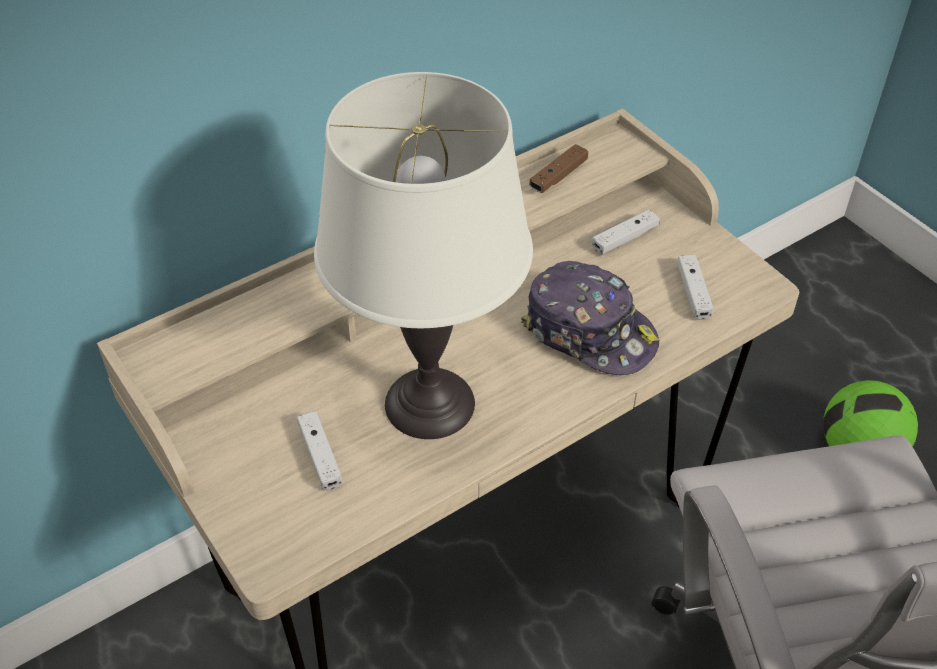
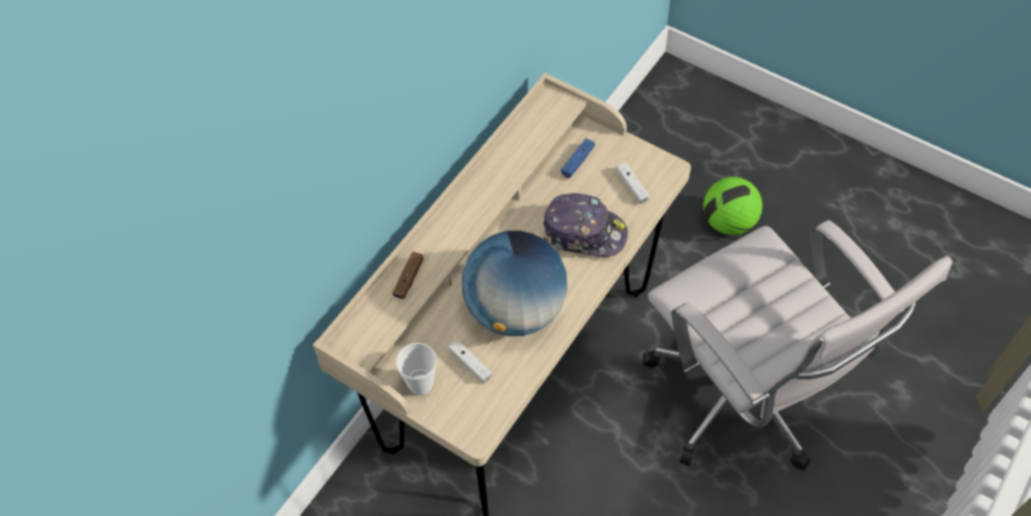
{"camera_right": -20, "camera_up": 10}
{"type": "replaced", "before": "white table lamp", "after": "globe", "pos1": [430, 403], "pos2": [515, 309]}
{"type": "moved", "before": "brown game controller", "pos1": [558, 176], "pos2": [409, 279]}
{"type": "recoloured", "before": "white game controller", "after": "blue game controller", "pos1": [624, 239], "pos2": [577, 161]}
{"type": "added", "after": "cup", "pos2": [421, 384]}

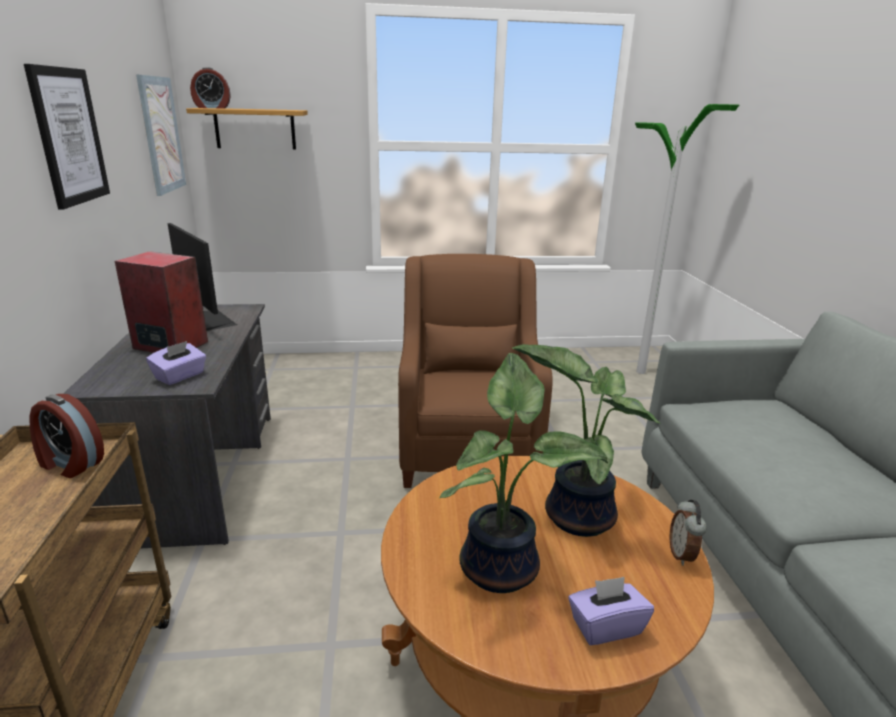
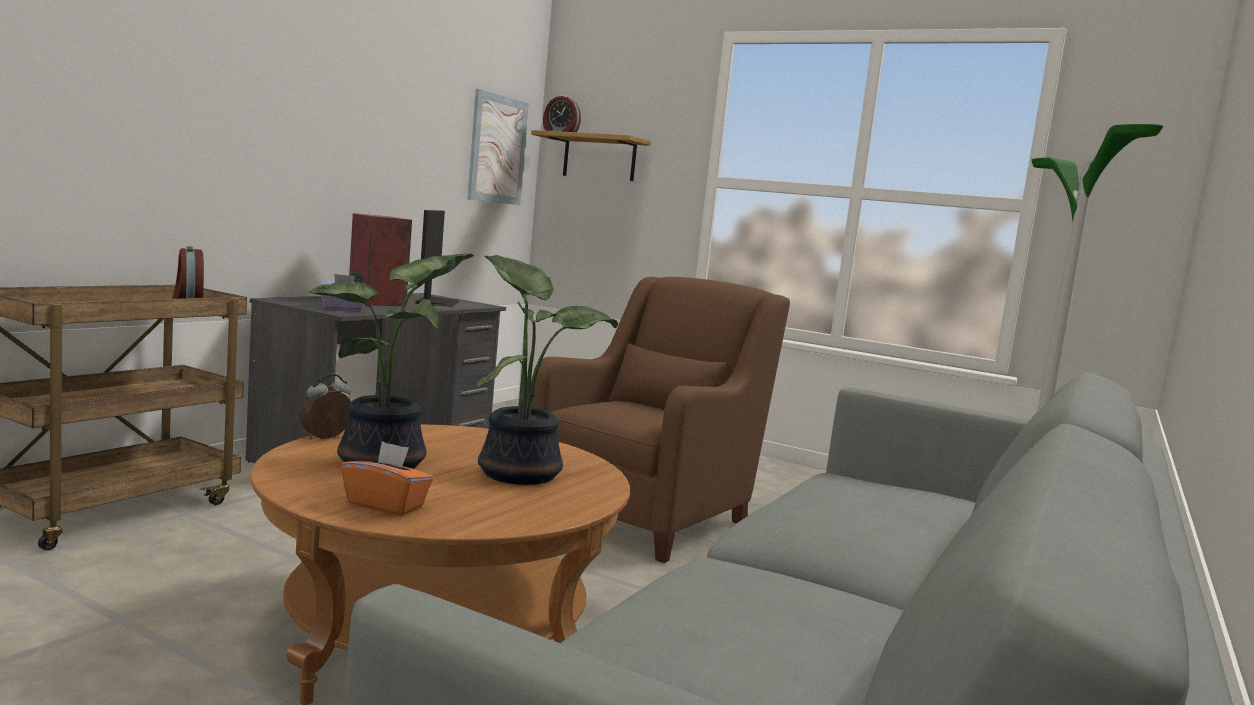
{"camera_right": 35, "camera_up": -15}
{"type": "removed", "before": "picture", "pos1": [69, 136]}
{"type": "moved", "before": "alarm clock", "pos1": [682, 555], "pos2": [326, 438]}
{"type": "recoloured", "before": "purple tissue box", "after": "orange tissue box", "pos1": [605, 626], "pos2": [386, 505]}

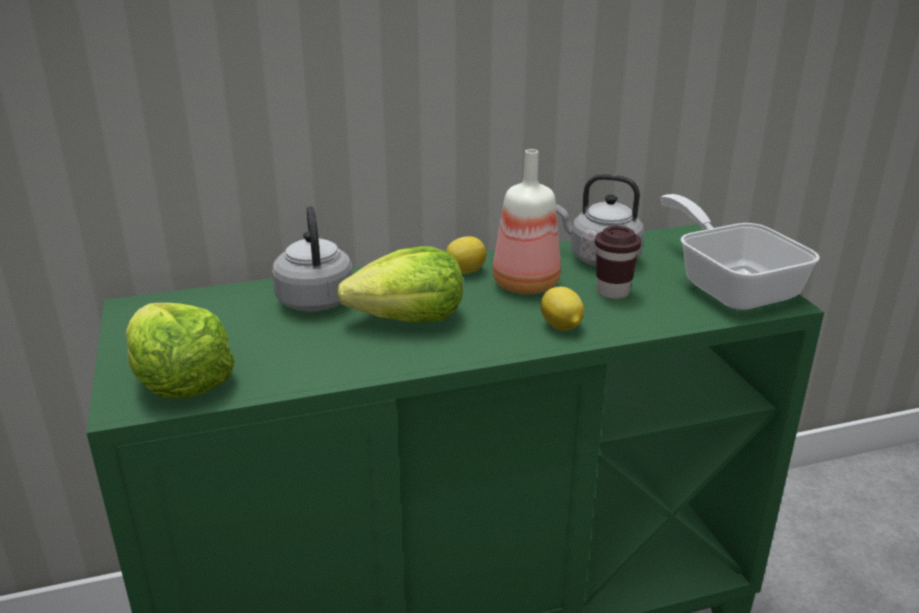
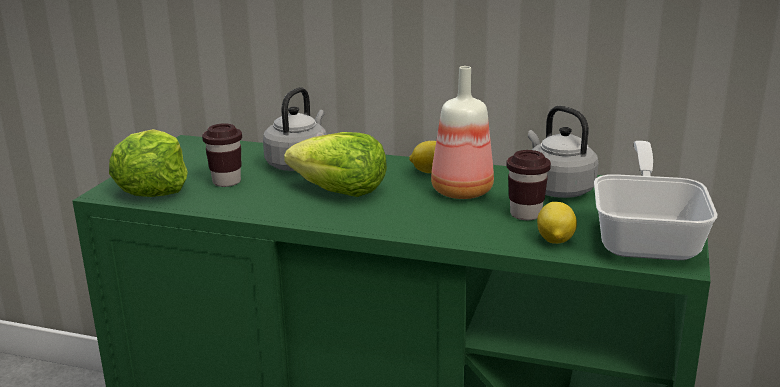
{"camera_right": 35, "camera_up": -5}
{"type": "moved", "before": "lemon", "pos1": [561, 327], "pos2": [555, 241]}
{"type": "added", "after": "brown cup", "pos2": [226, 182]}

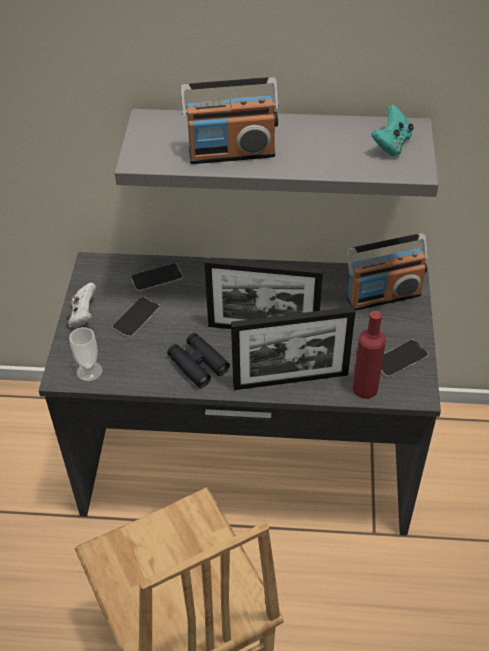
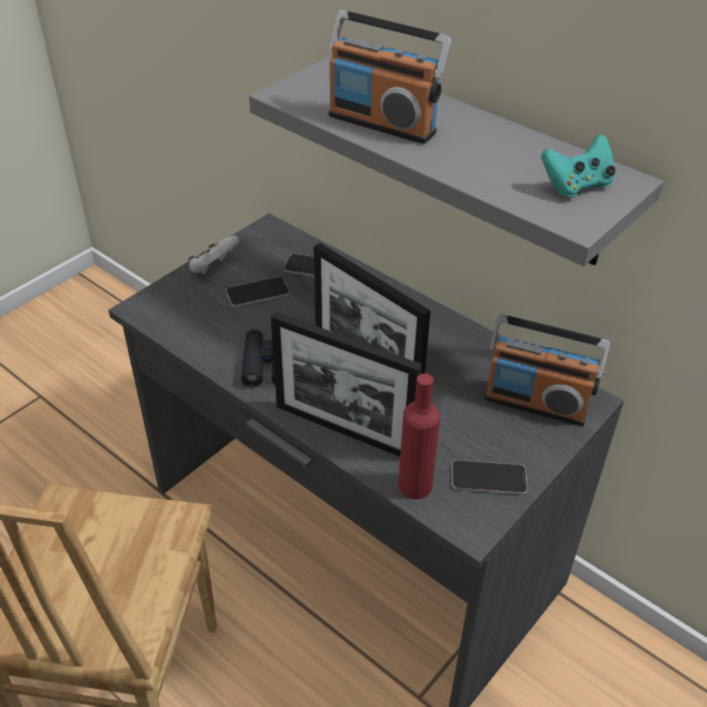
{"camera_right": 35, "camera_up": -5}
{"type": "removed", "before": "cup", "pos1": [89, 371]}

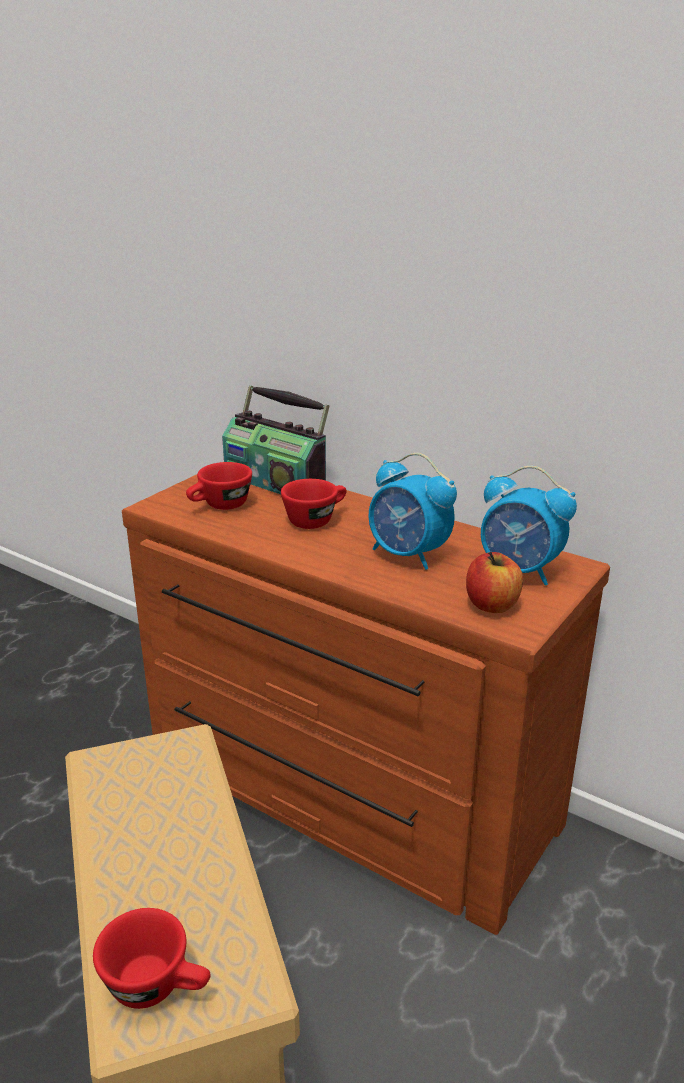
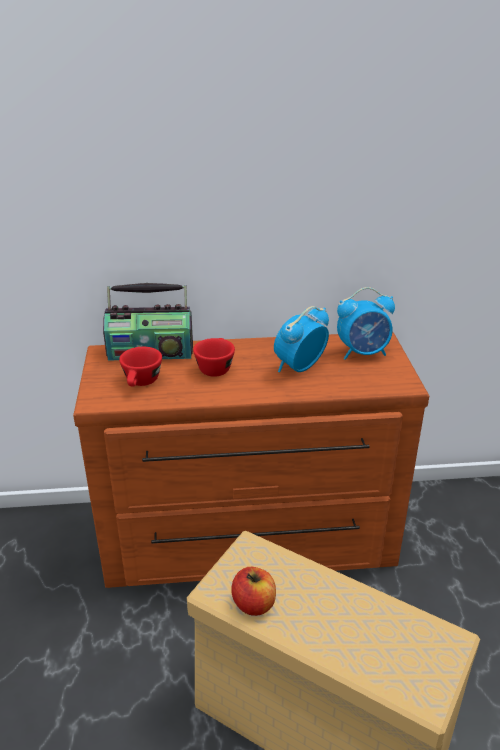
{"camera_right": -40, "camera_up": 5}
{"type": "turned", "before": "alarm clock", "pos1": [408, 555], "pos2": [299, 367], "turn": 135}
{"type": "moved", "before": "apple", "pos1": [492, 605], "pos2": [254, 604]}
{"type": "removed", "before": "red cup", "pos1": [158, 985]}

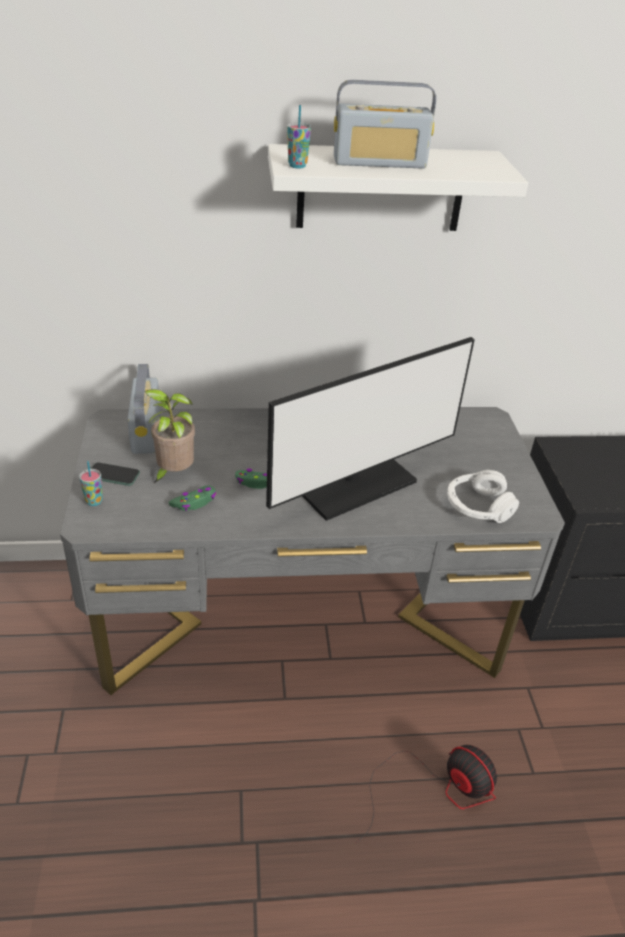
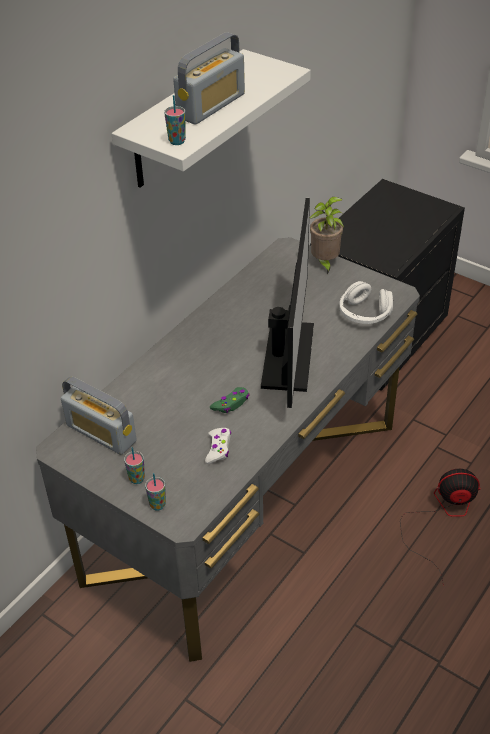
{"camera_right": -45, "camera_up": 5}
{"type": "moved", "before": "potted plant", "pos1": [173, 473], "pos2": [324, 263]}
{"type": "replaced", "before": "phone", "after": "cup", "pos1": [113, 475], "pos2": [137, 479]}
{"type": "recoloured", "before": "green game controller", "after": "white game controller", "pos1": [194, 502], "pos2": [218, 448]}

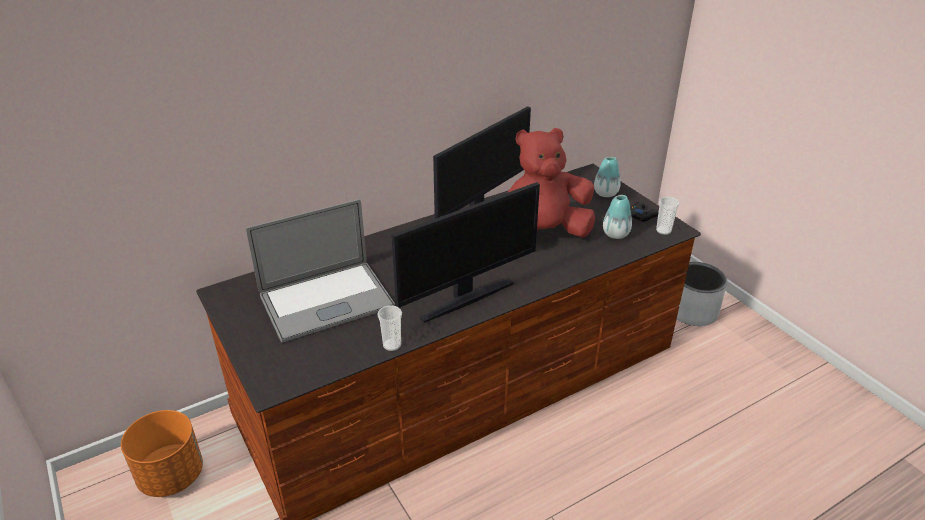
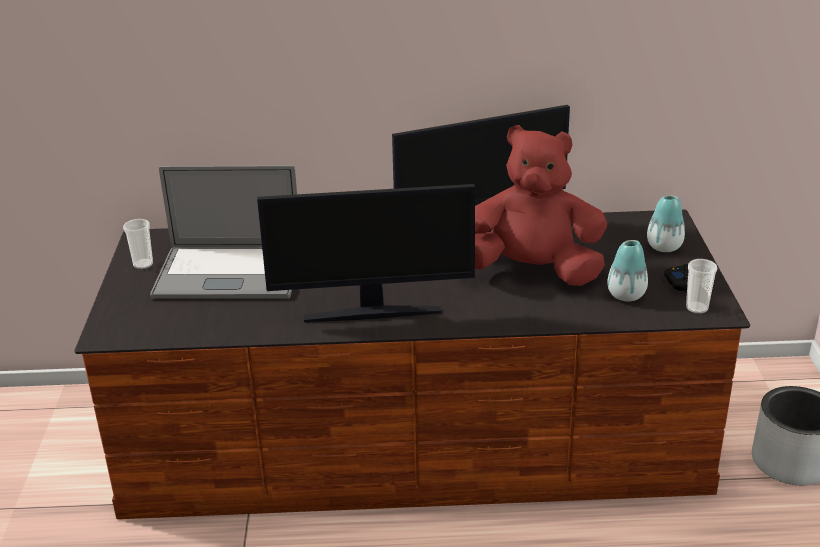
{"camera_right": 30, "camera_up": -5}
{"type": "moved", "before": "cup", "pos1": [392, 345], "pos2": [143, 264]}
{"type": "removed", "before": "orange planter", "pos1": [171, 475]}

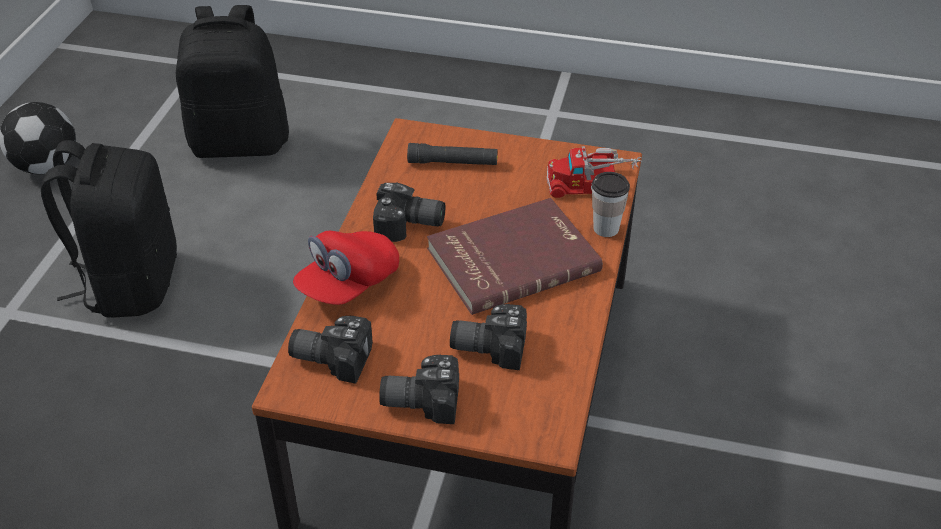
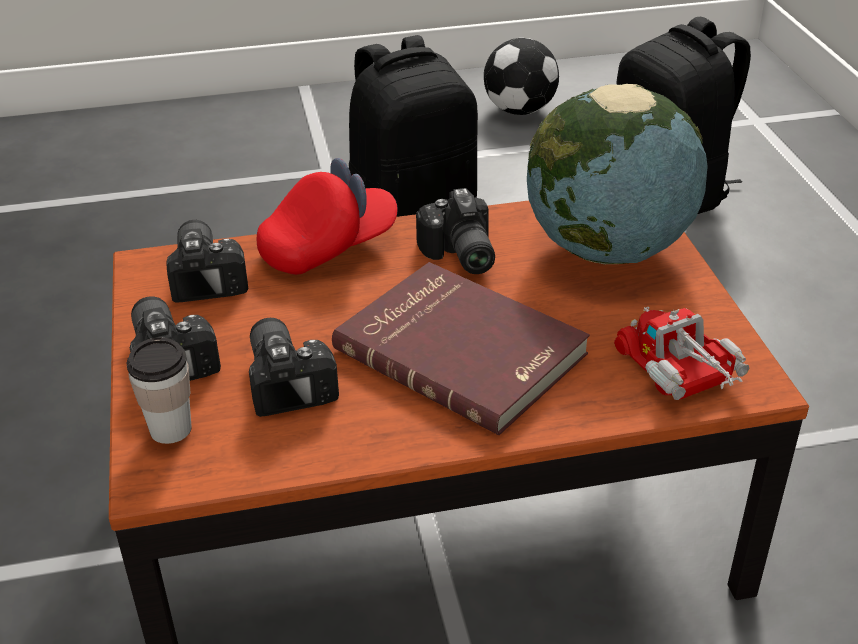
{"camera_right": 65, "camera_up": -5}
{"type": "replaced", "before": "black flashlight", "after": "globe", "pos1": [453, 162], "pos2": [607, 249]}
{"type": "moved", "before": "cup", "pos1": [606, 228], "pos2": [170, 429]}
{"type": "turned", "before": "red cap", "pos1": [348, 284], "pos2": [329, 247], "turn": 135}

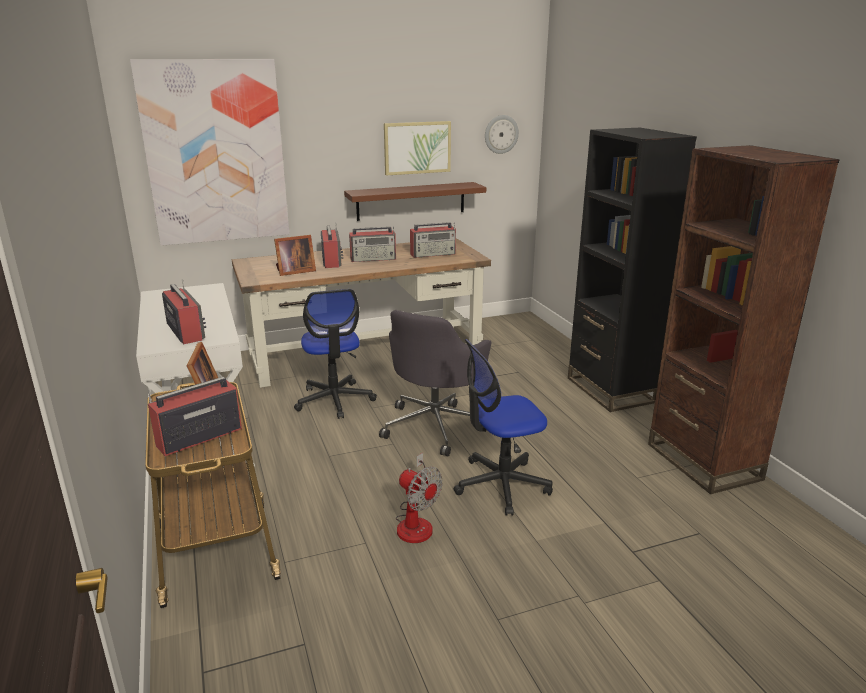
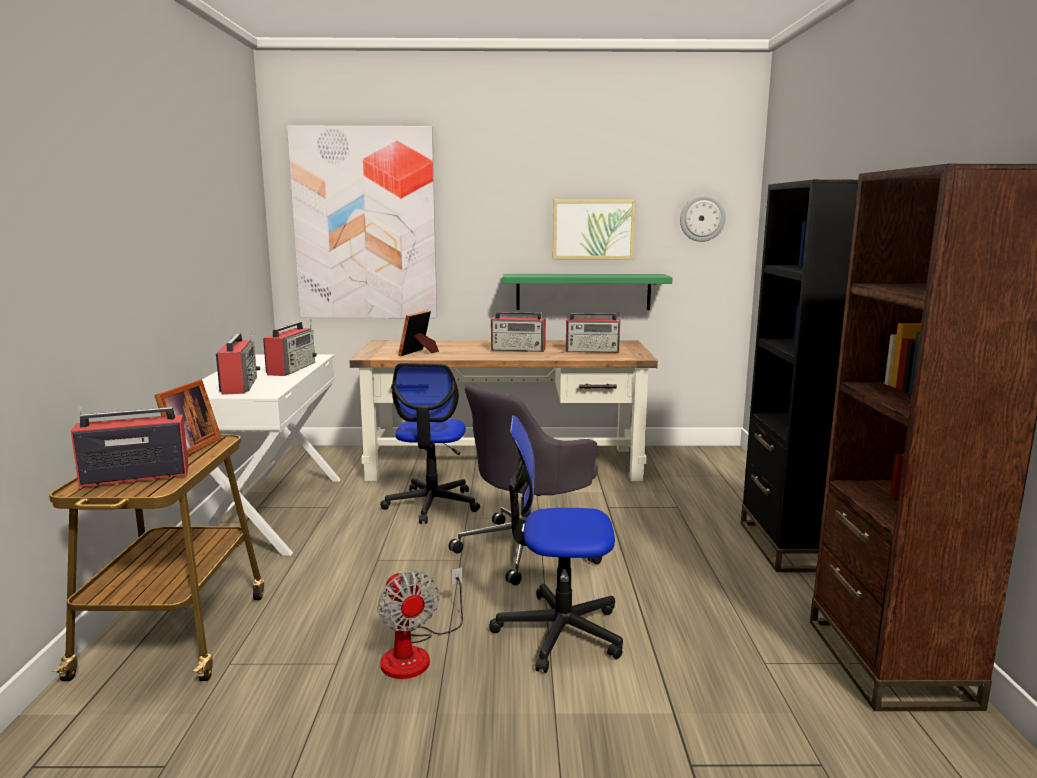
{"camera_right": 20, "camera_up": -10}
{"type": "recoloured", "before": "brown shelf", "after": "green shelf", "pos1": [411, 201], "pos2": [583, 291]}
{"type": "moved", "before": "radio", "pos1": [331, 261], "pos2": [292, 369]}
{"type": "turned", "before": "picture frame", "pos1": [294, 271], "pos2": [419, 353], "turn": 120}

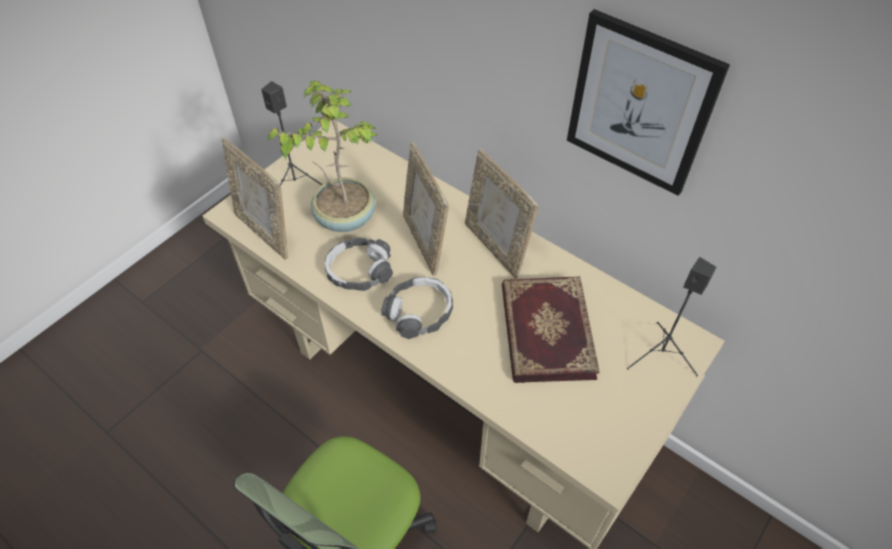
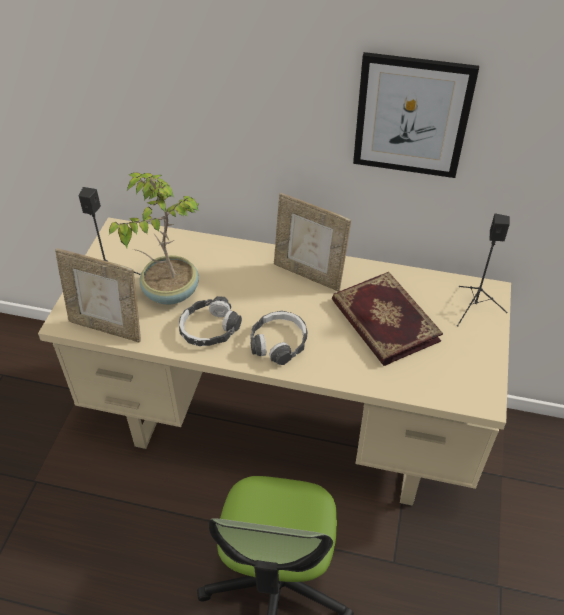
{"camera_right": -25, "camera_up": -5}
{"type": "removed", "before": "picture frame", "pos1": [425, 243]}

